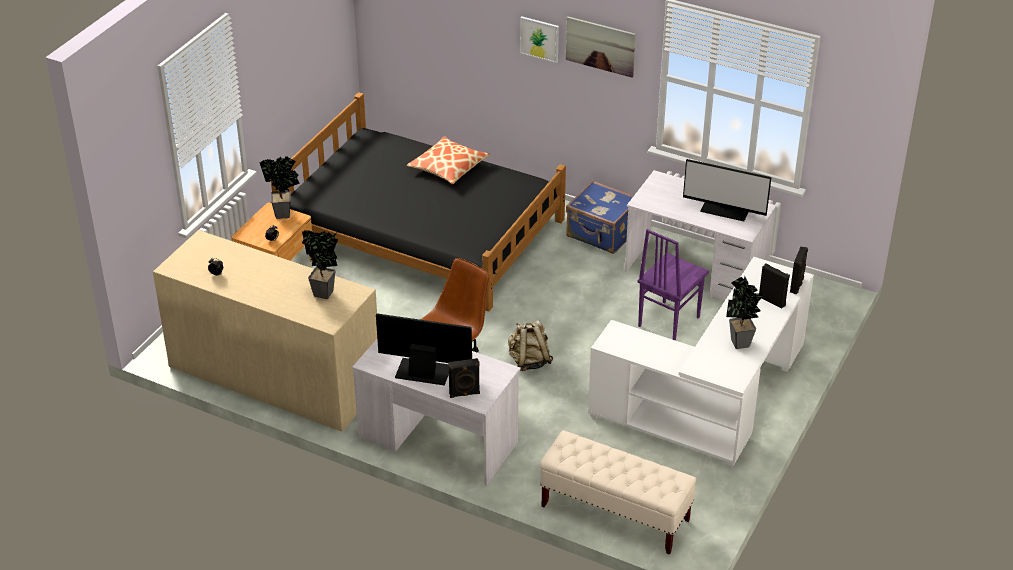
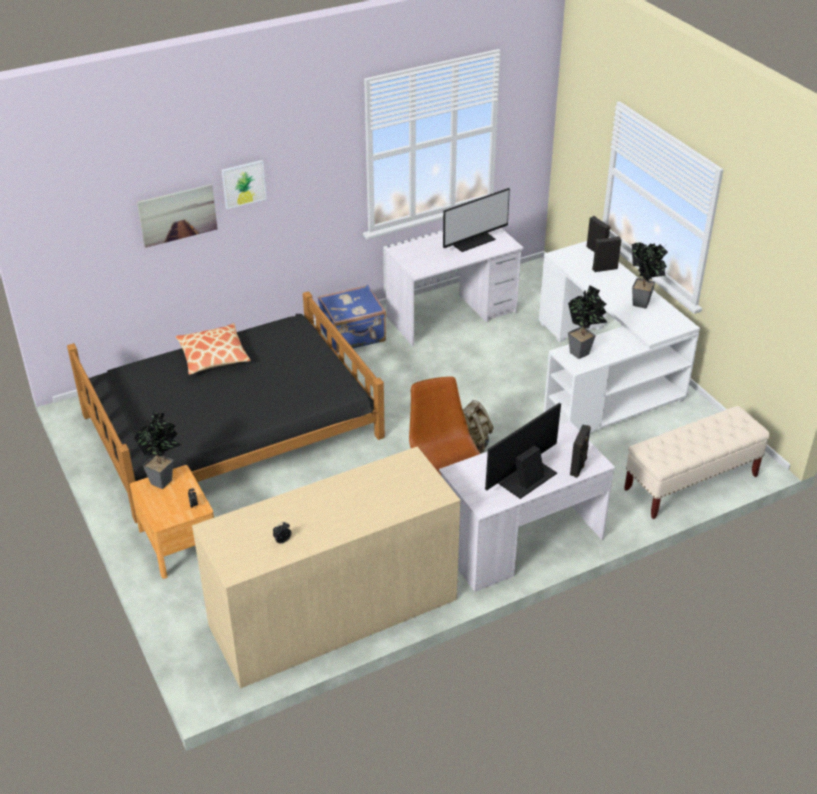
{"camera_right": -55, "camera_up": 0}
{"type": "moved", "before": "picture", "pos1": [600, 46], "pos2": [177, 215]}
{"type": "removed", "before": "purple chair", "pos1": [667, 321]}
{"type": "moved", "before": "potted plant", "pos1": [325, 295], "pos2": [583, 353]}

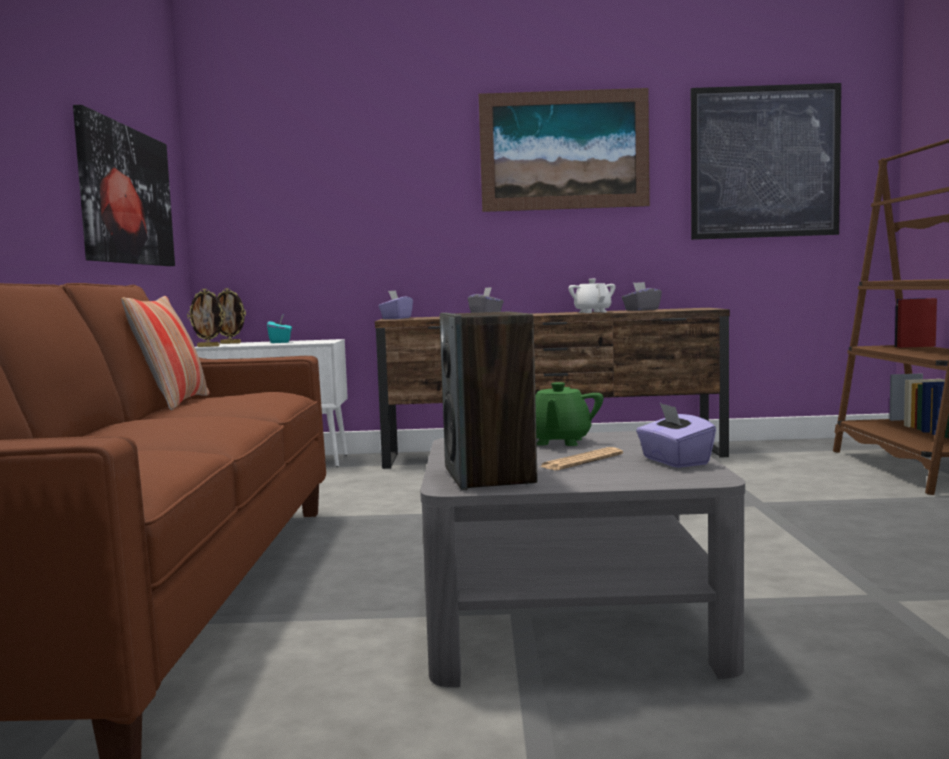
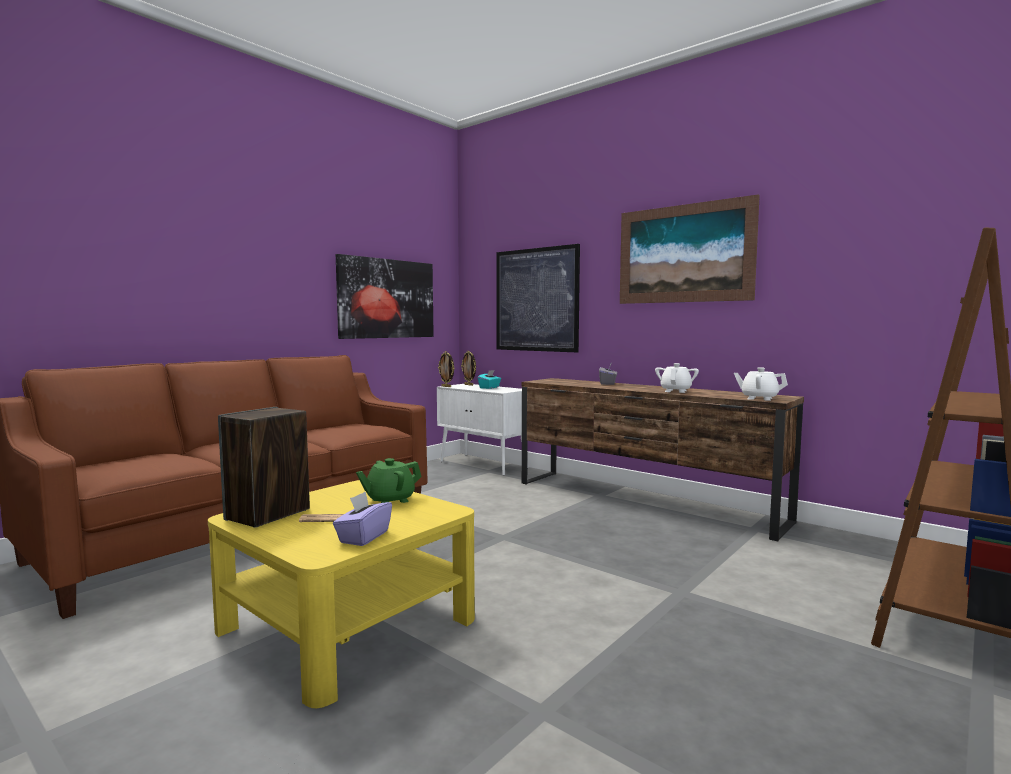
{"camera_right": 40, "camera_up": 0}
{"type": "moved", "before": "picture", "pos1": [764, 162], "pos2": [536, 300]}
{"type": "removed", "before": "grey tissue box", "pos1": [641, 310]}
{"type": "removed", "before": "purple tissue box", "pos1": [396, 318]}
{"type": "removed", "before": "pillow", "pos1": [173, 403]}
{"type": "recoloured", "before": "grey coffee table", "after": "yellow coffee table", "pos1": [568, 618], "pos2": [347, 623]}
{"type": "added", "after": "white teapot", "pos2": [759, 398]}

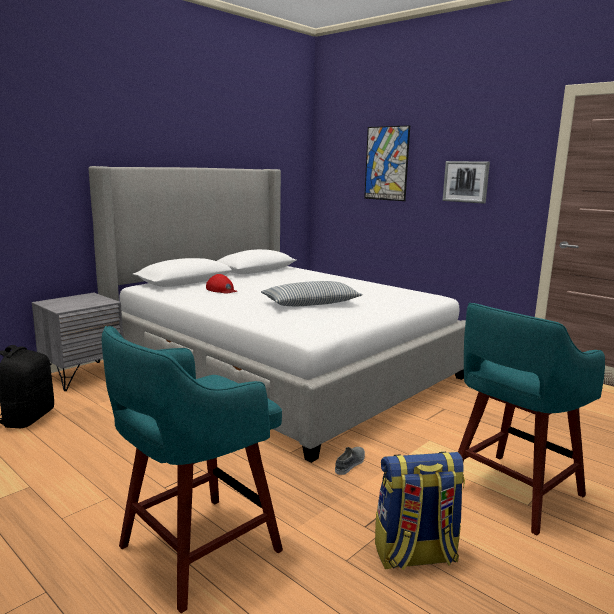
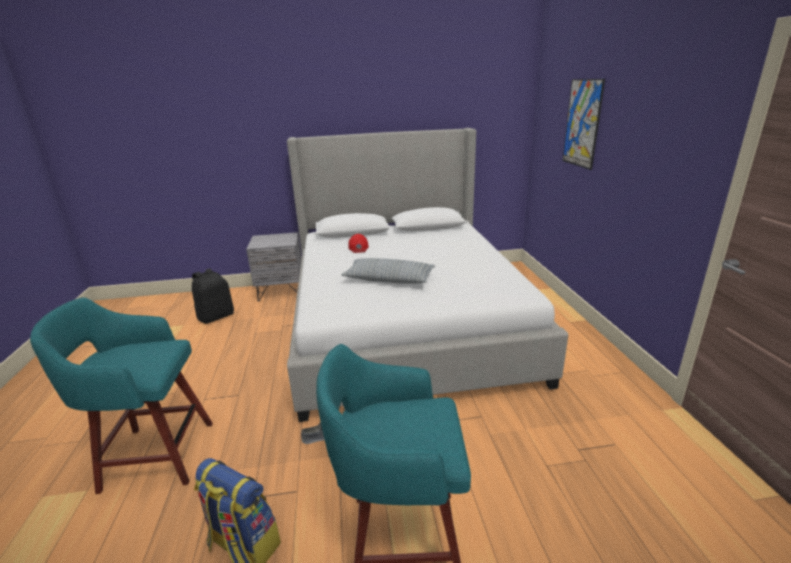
{"camera_right": 40, "camera_up": 10}
{"type": "removed", "before": "picture", "pos1": [466, 181]}

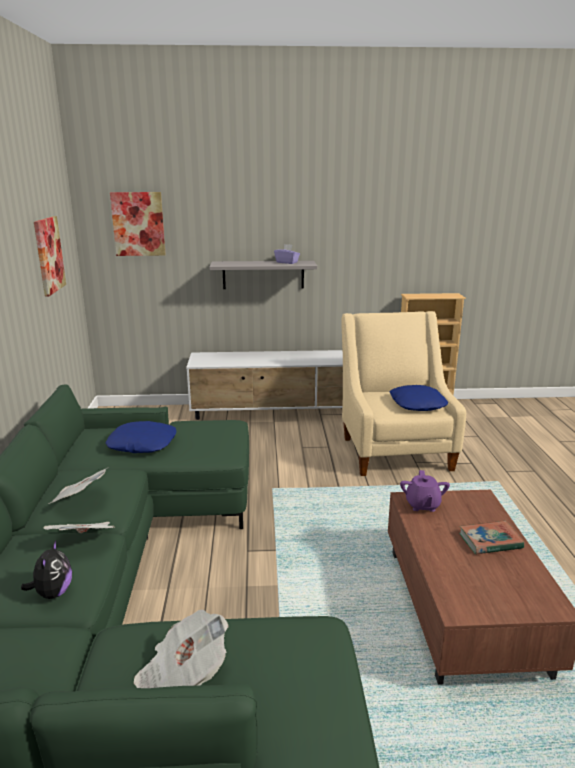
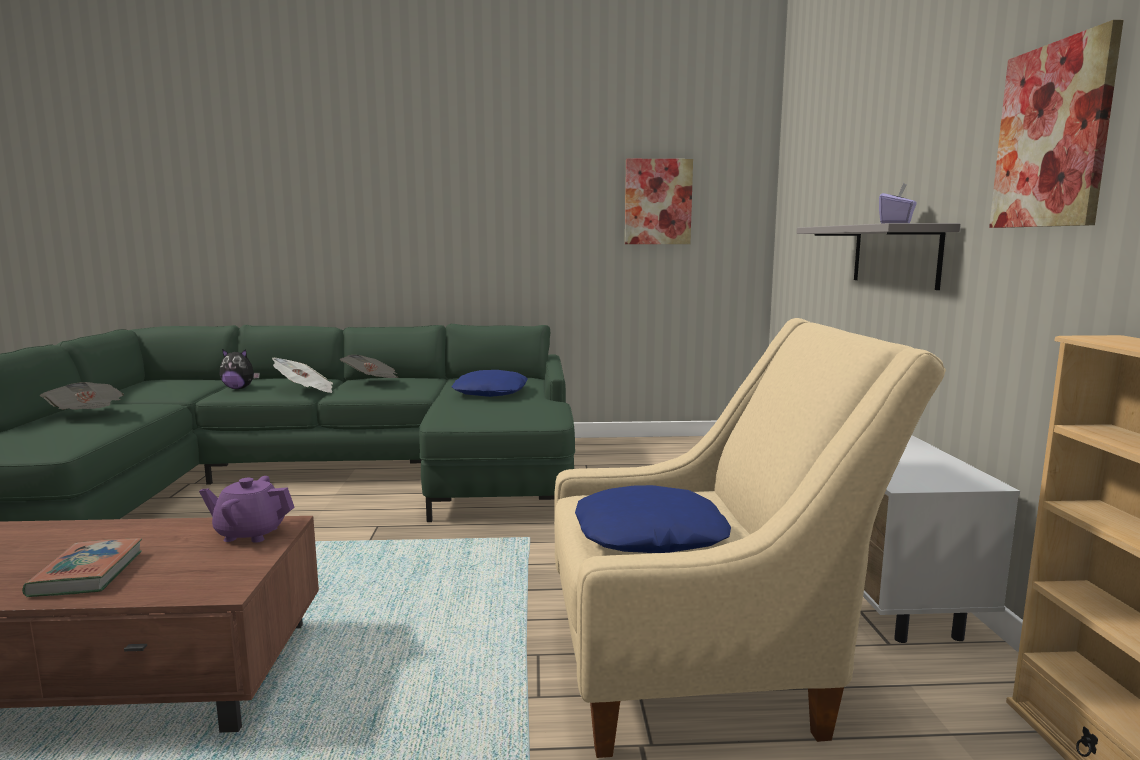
{"camera_right": 90, "camera_up": -10}
{"type": "moved", "before": "picture", "pos1": [138, 224], "pos2": [1053, 136]}

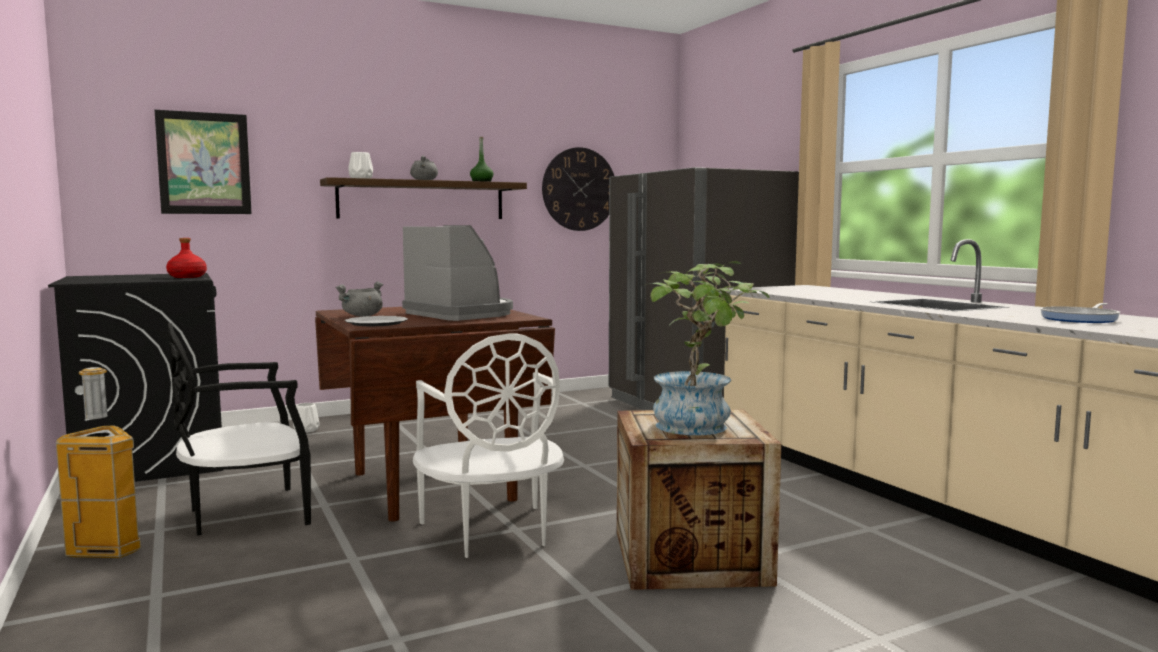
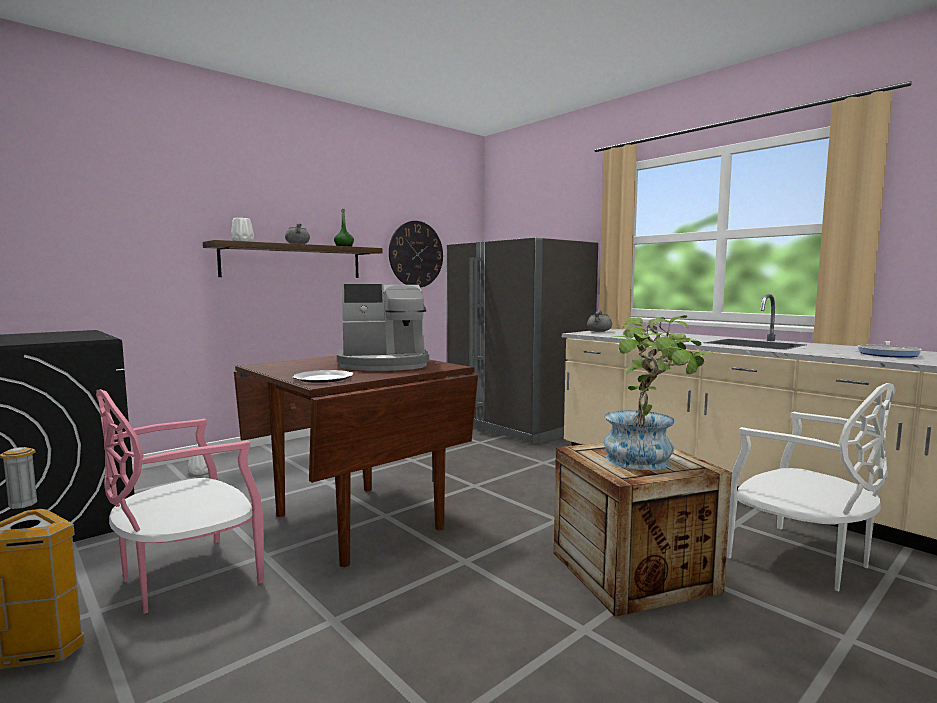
{"camera_right": -15, "camera_up": 0}
{"type": "removed", "before": "picture", "pos1": [204, 163]}
{"type": "turned", "before": "coffee machine", "pos1": [461, 314], "pos2": [384, 364], "turn": 135}
{"type": "removed", "before": "red bottle", "pos1": [187, 277]}
{"type": "moved", "before": "grey cooking pot", "pos1": [362, 316], "pos2": [599, 331]}
{"type": "recoloured", "before": "black chair", "after": "pink chair", "pos1": [246, 514], "pos2": [187, 577]}
{"type": "moved", "before": "white chair", "pos1": [492, 533], "pos2": [802, 559]}

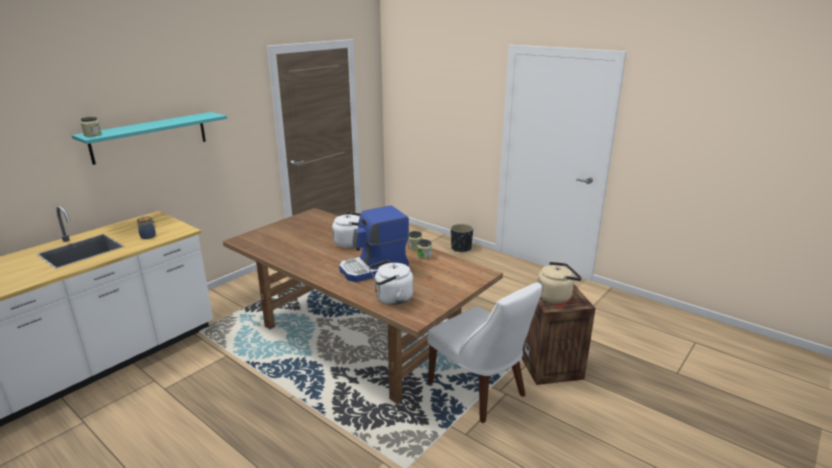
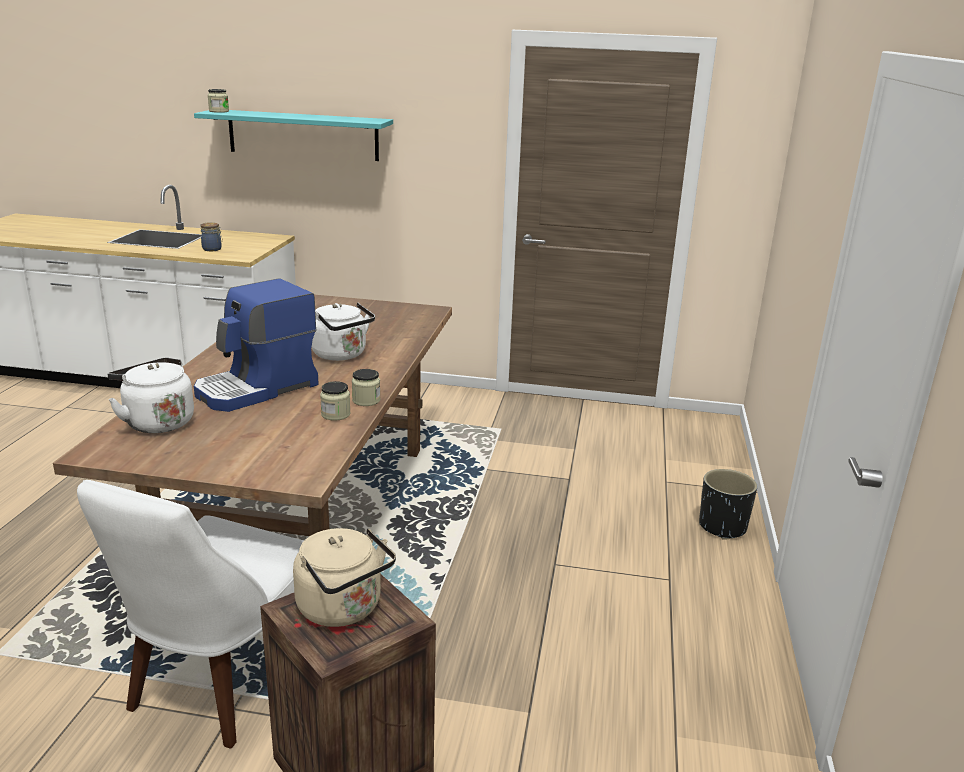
{"camera_right": 60, "camera_up": 0}
{"type": "turned", "before": "coffee machine", "pos1": [374, 268], "pos2": [257, 389], "turn": -75}

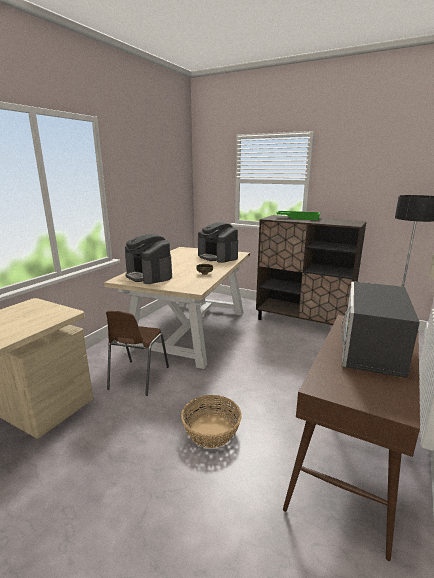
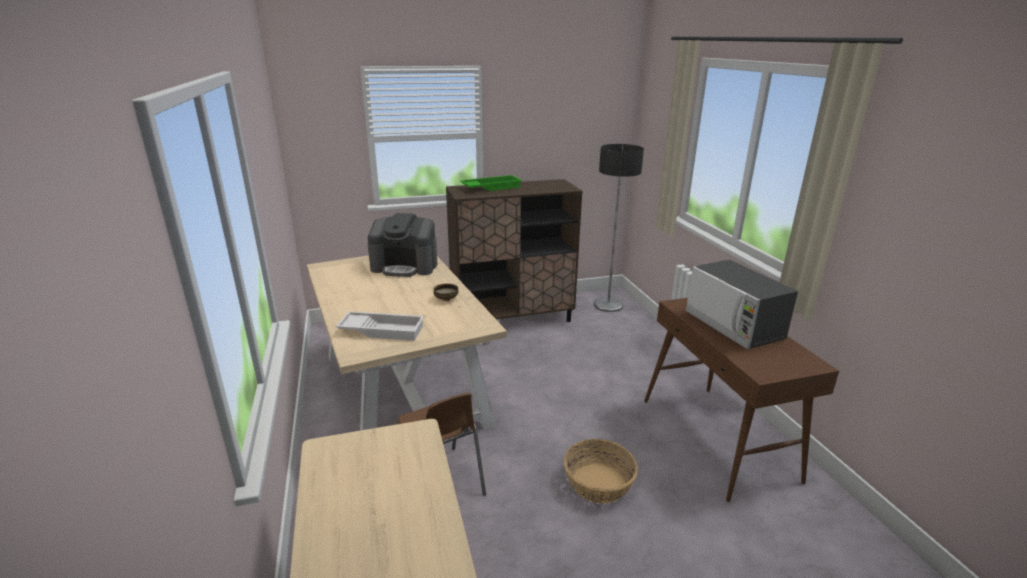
{"camera_right": -45, "camera_up": 5}
{"type": "replaced", "before": "coffee machine", "after": "white tray", "pos1": [149, 276], "pos2": [383, 330]}

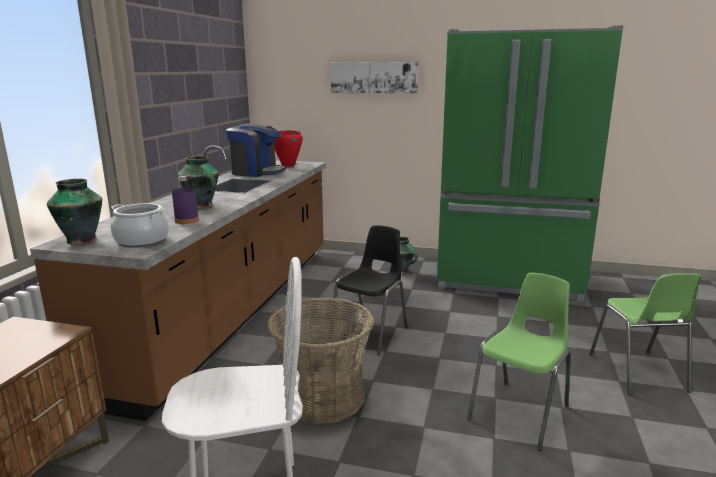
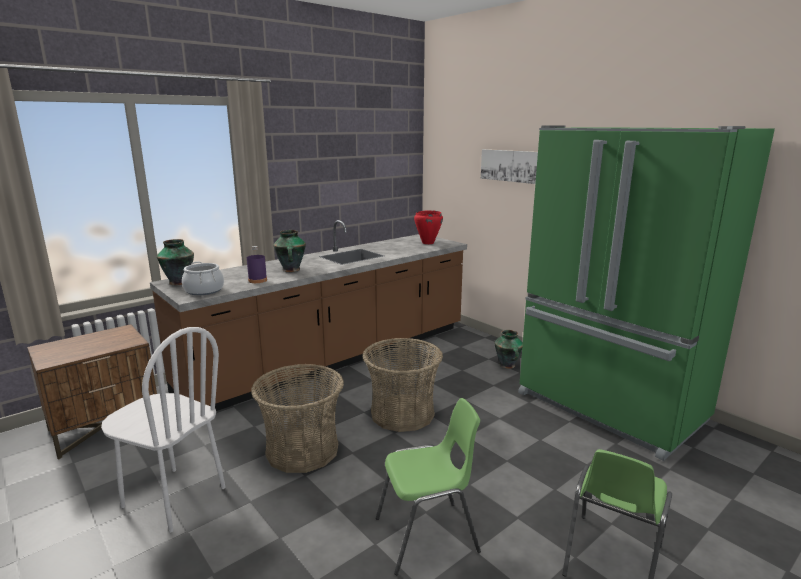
{"camera_right": 35, "camera_up": 0}
{"type": "removed", "before": "coffee machine", "pos1": [256, 172]}
{"type": "replaced", "before": "black chair", "after": "basket", "pos1": [370, 334], "pos2": [402, 413]}

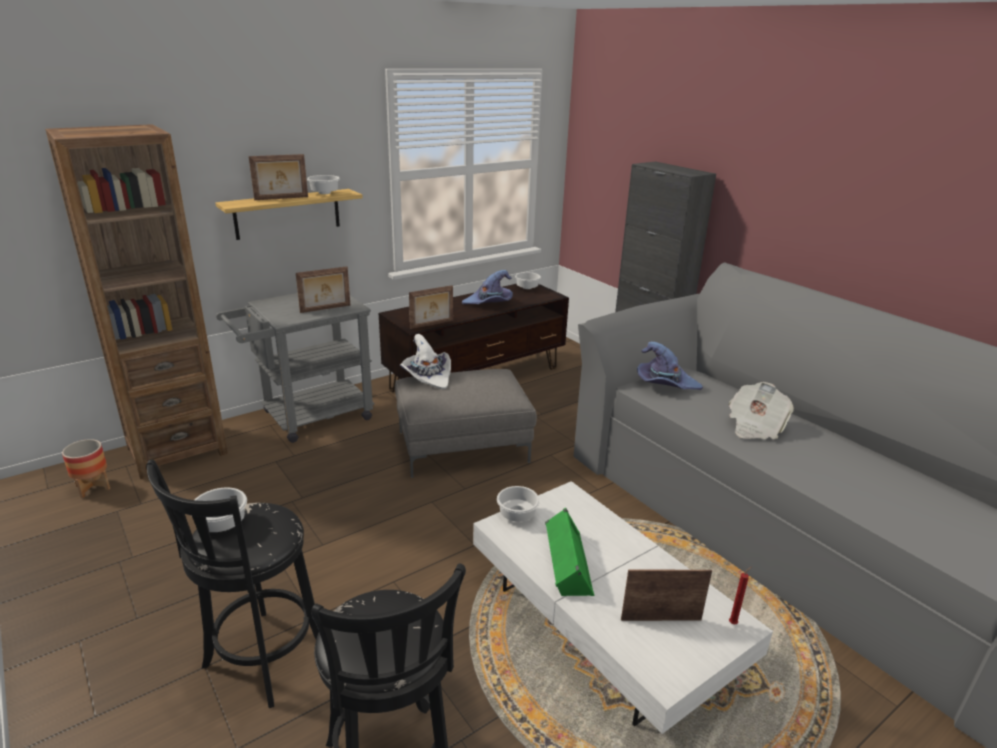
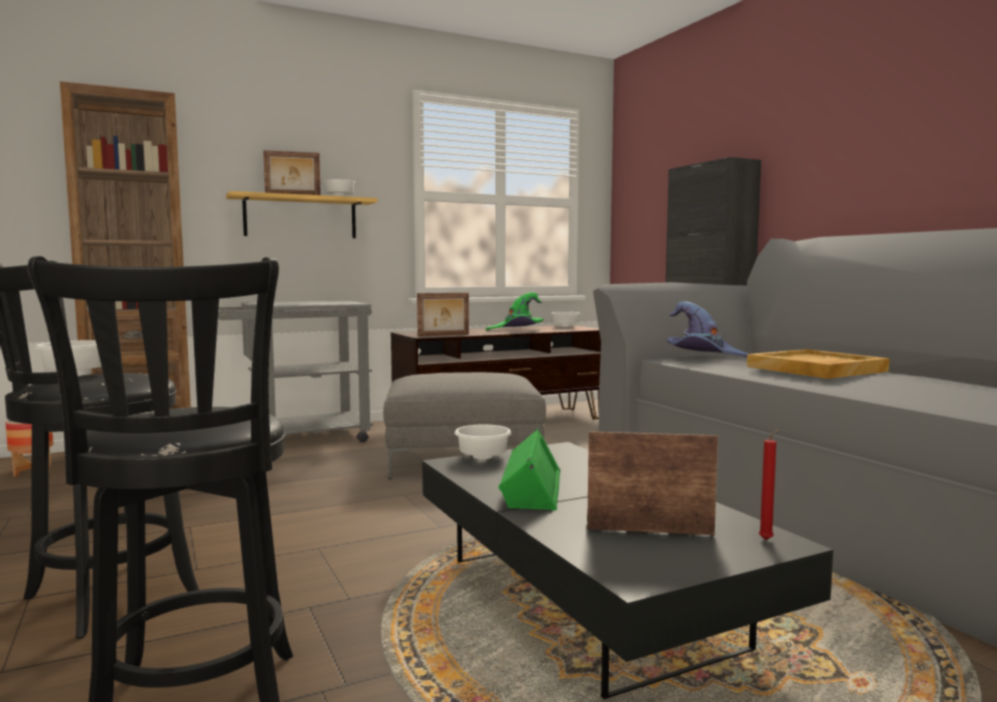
{"camera_right": 10, "camera_up": -20}
{"type": "removed", "before": "picture frame", "pos1": [325, 309]}
{"type": "recoloured", "before": "purple hat", "after": "green hat", "pos1": [489, 302], "pos2": [517, 330]}
{"type": "removed", "before": "white hat", "pos1": [427, 376]}
{"type": "replaced", "before": "newspaper", "after": "beige tray", "pos1": [755, 426], "pos2": [816, 369]}
{"type": "recoloured", "before": "white coffee table", "after": "black coffee table", "pos1": [603, 627], "pos2": [588, 602]}

